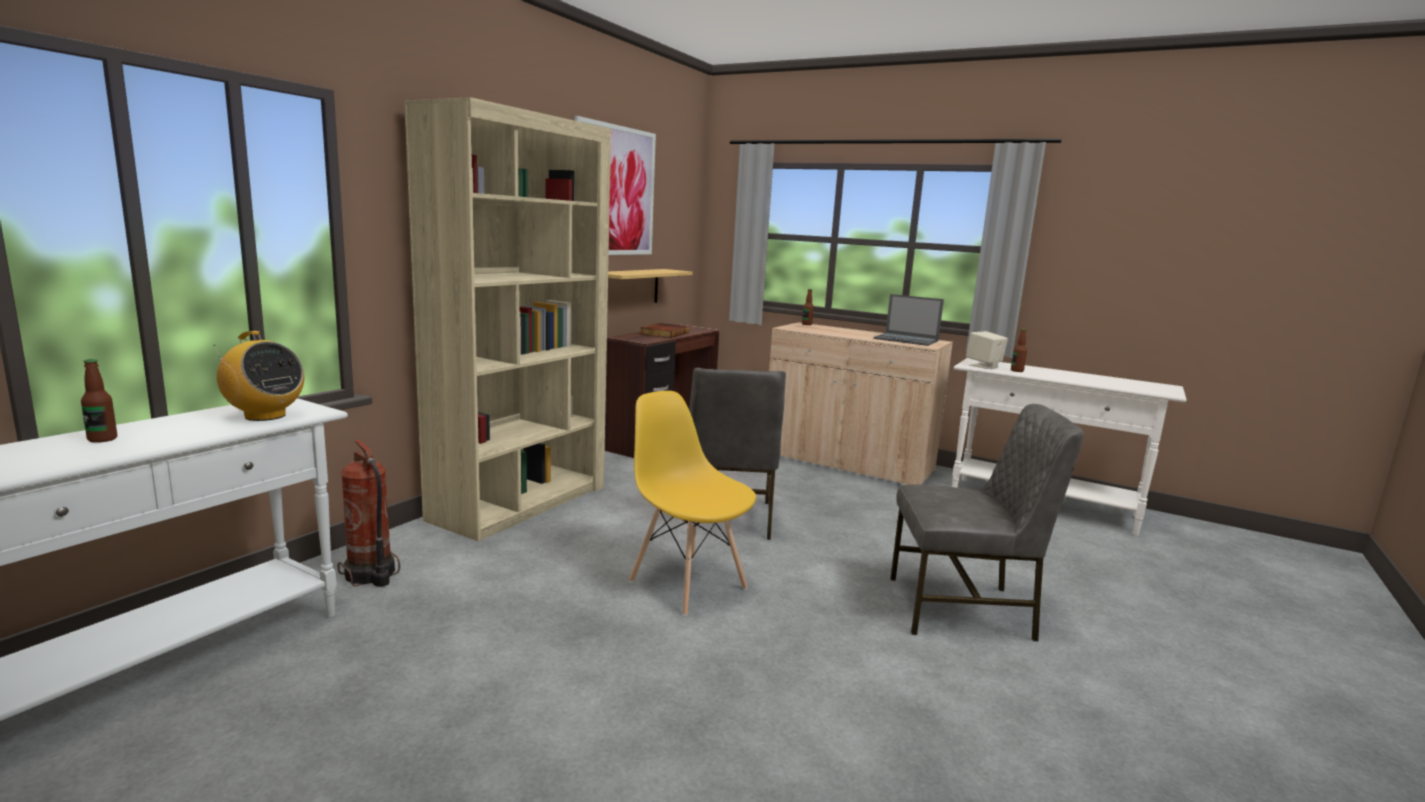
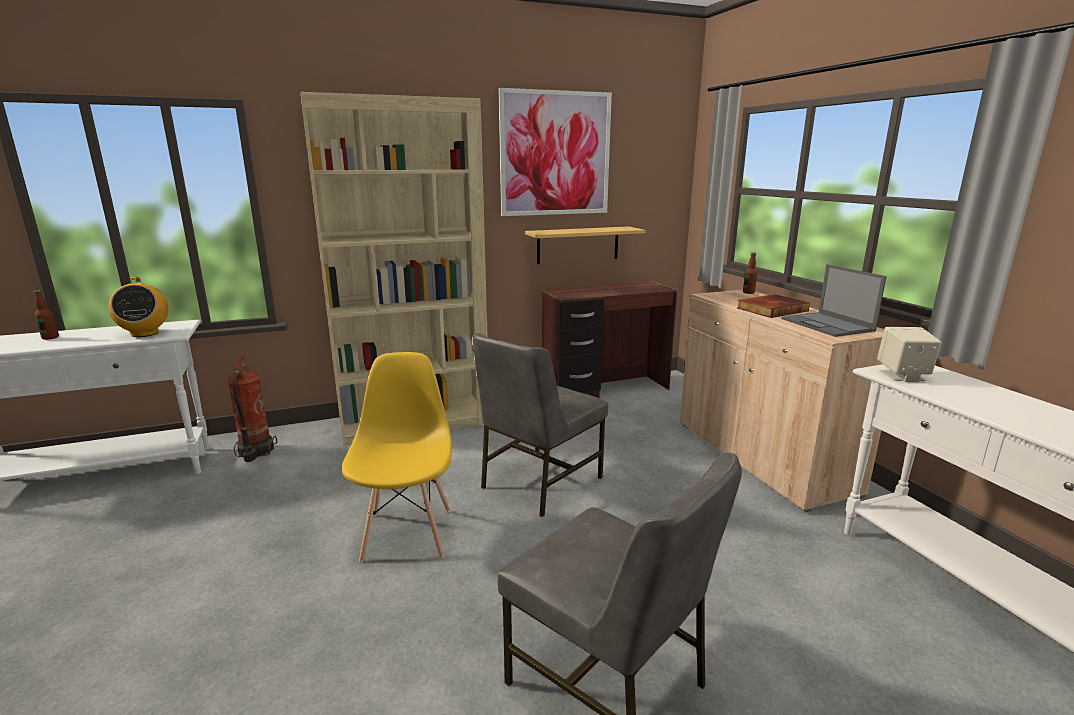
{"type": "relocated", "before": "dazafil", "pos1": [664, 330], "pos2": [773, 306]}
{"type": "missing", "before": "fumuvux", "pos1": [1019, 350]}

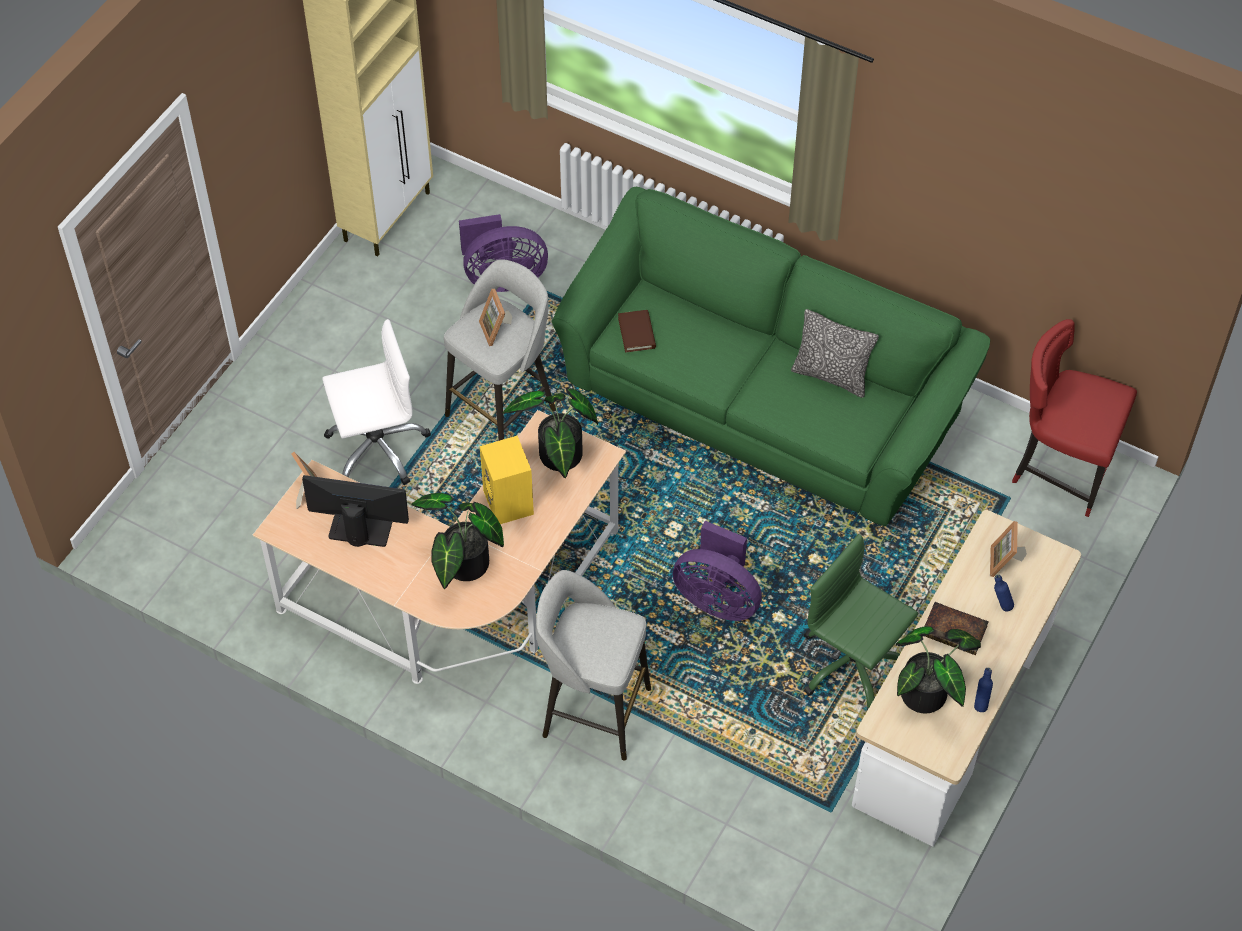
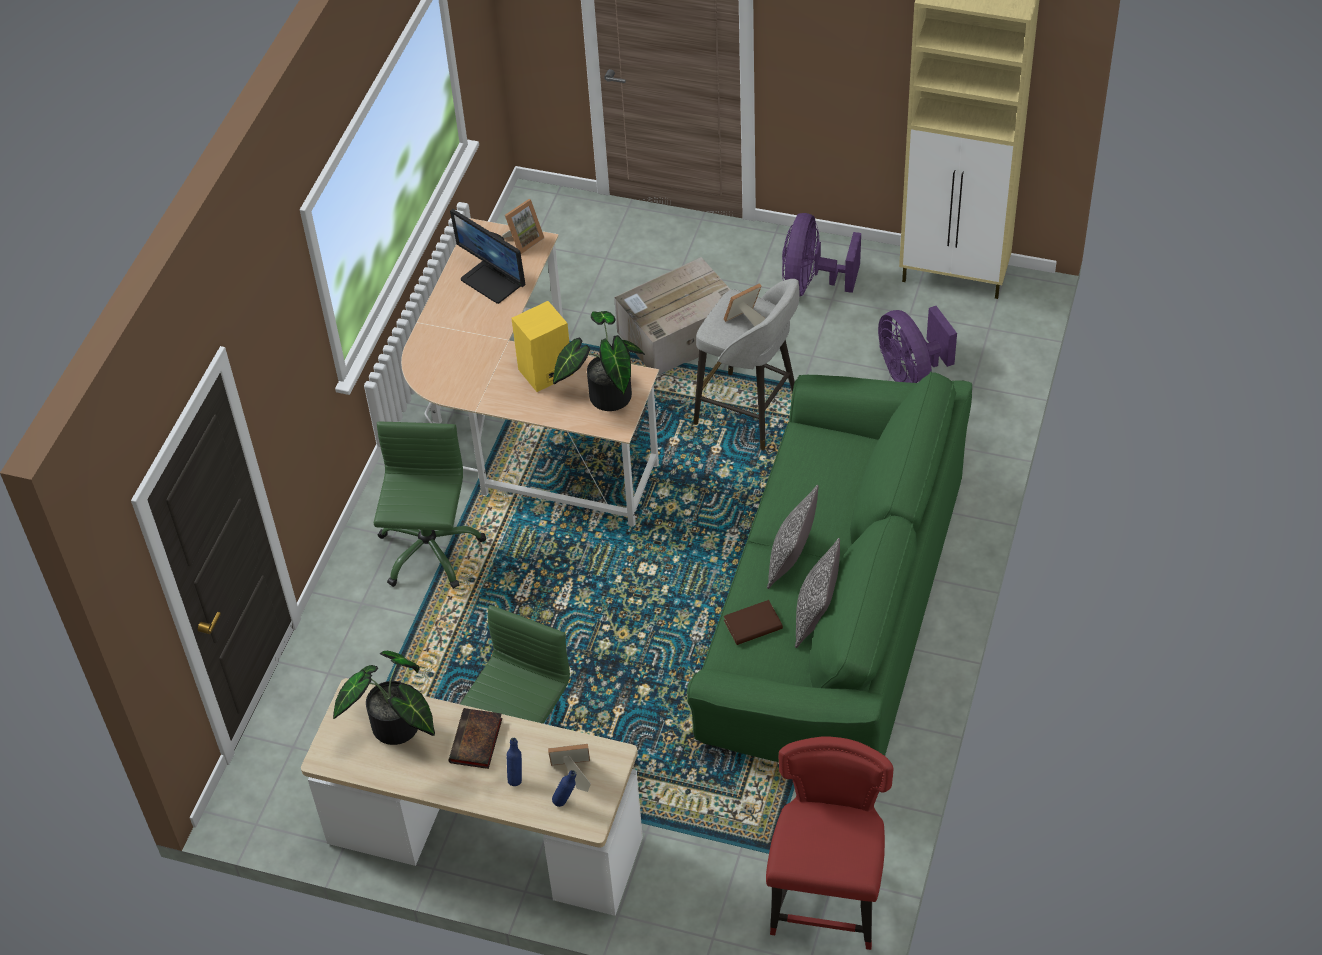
{"type": "relocated", "before": "dazafil (brown)", "pos1": [637, 331], "pos2": [753, 622]}
{"type": "exchanged", "before": "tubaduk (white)", "after": "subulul", "pos1": [376, 402], "pos2": [672, 316]}
{"type": "spun", "before": "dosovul", "pos1": [355, 511], "pos2": [488, 256], "turn": 135}
{"type": "missing", "before": "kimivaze", "pos1": [457, 541]}
{"type": "relocated", "before": "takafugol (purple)", "pos1": [717, 571], "pos2": [821, 254]}
{"type": "exchanged", "before": "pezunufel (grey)", "after": "tubaduk (green)", "pos1": [593, 665], "pos2": [430, 505]}
{"type": "relocated", "before": "fumuvux (blue)", "pos1": [983, 689], "pos2": [564, 788]}
{"type": "appeared", "after": "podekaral", "pos2": [793, 537]}

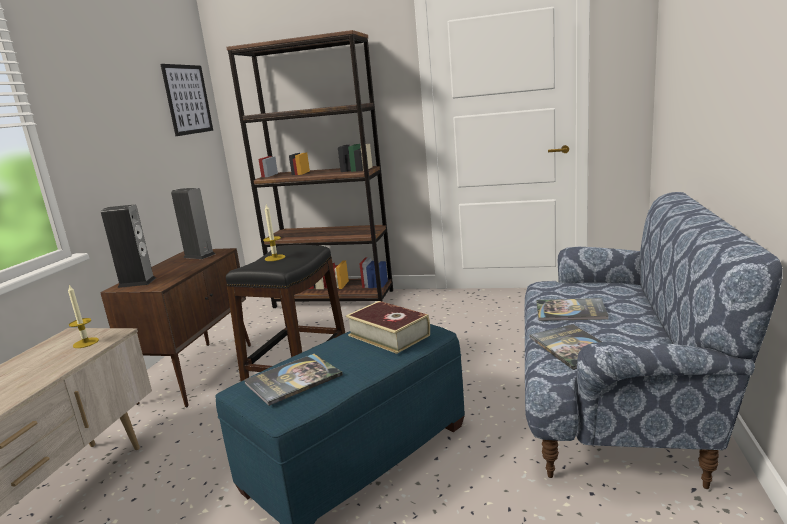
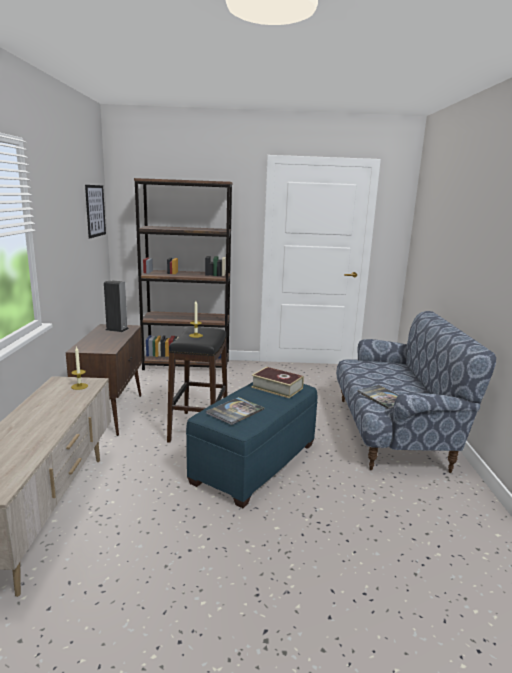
{"type": "missing", "before": "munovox", "pos1": [128, 246]}
{"type": "missing", "before": "dazafil", "pos1": [572, 309]}

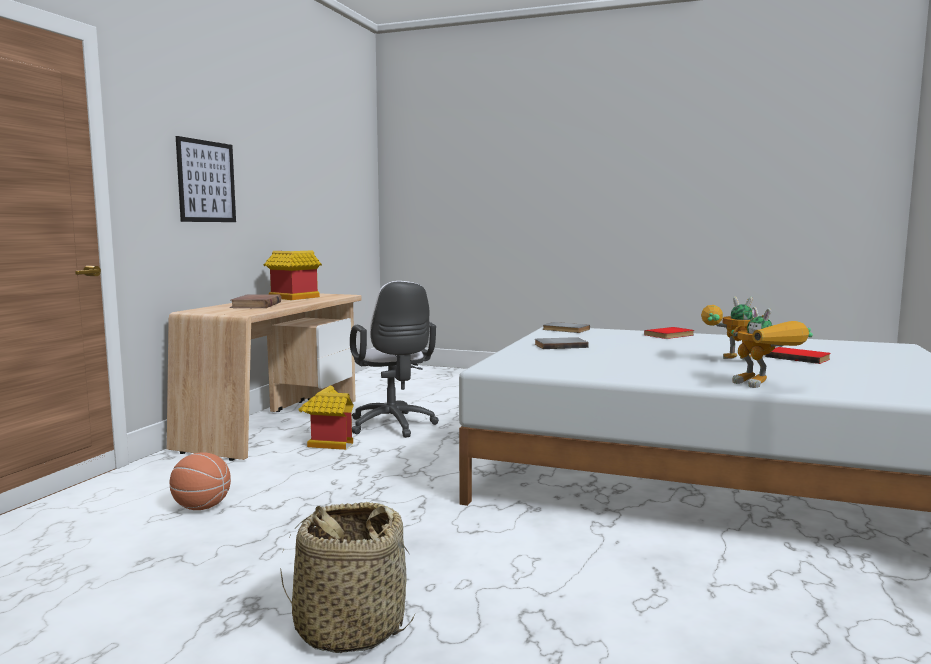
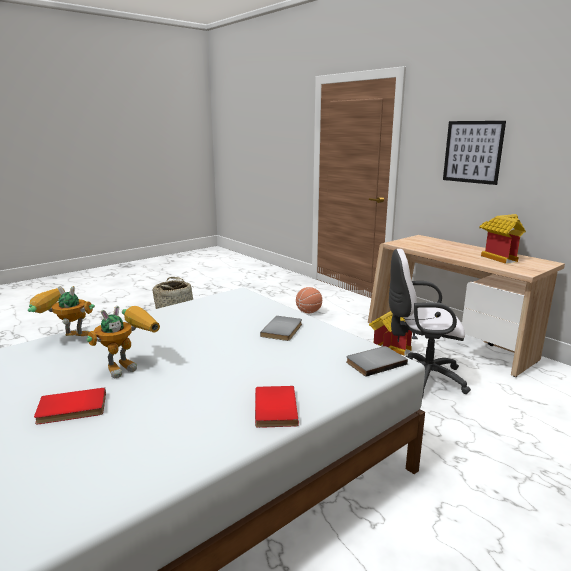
{"type": "missing", "before": "dazafil (brown)", "pos1": [256, 301]}

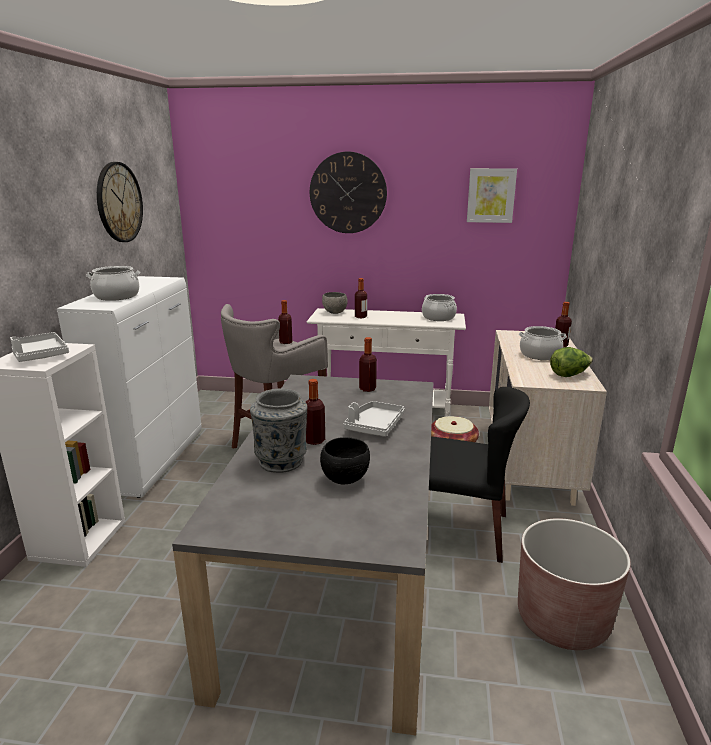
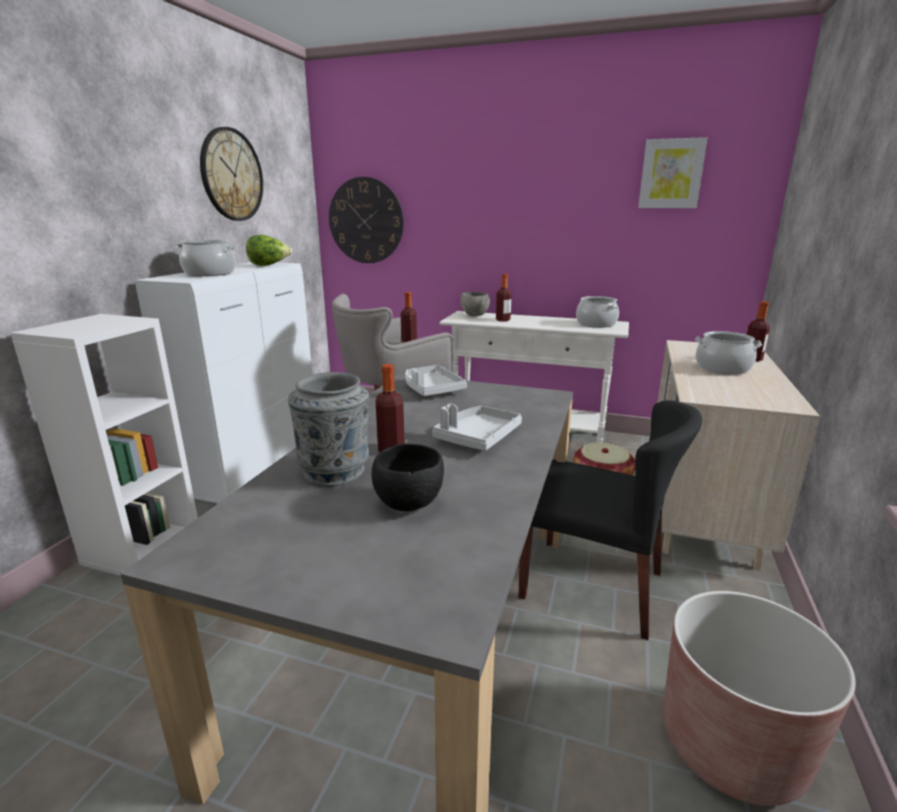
{"type": "relocated", "before": "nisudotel", "pos1": [348, 192], "pos2": [366, 220]}
{"type": "relocated", "before": "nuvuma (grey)", "pos1": [39, 347], "pos2": [436, 380]}
{"type": "missing", "before": "fumuvux", "pos1": [368, 364]}
{"type": "relocated", "before": "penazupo", "pos1": [571, 362], "pos2": [269, 250]}

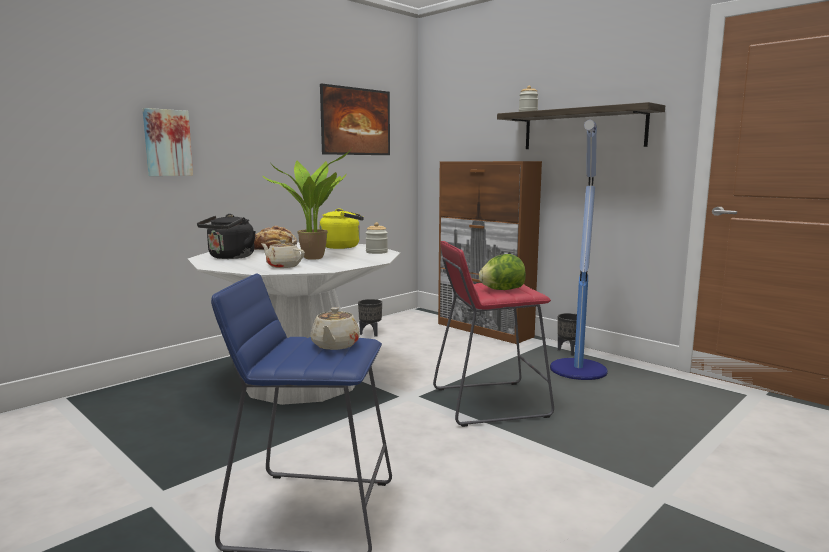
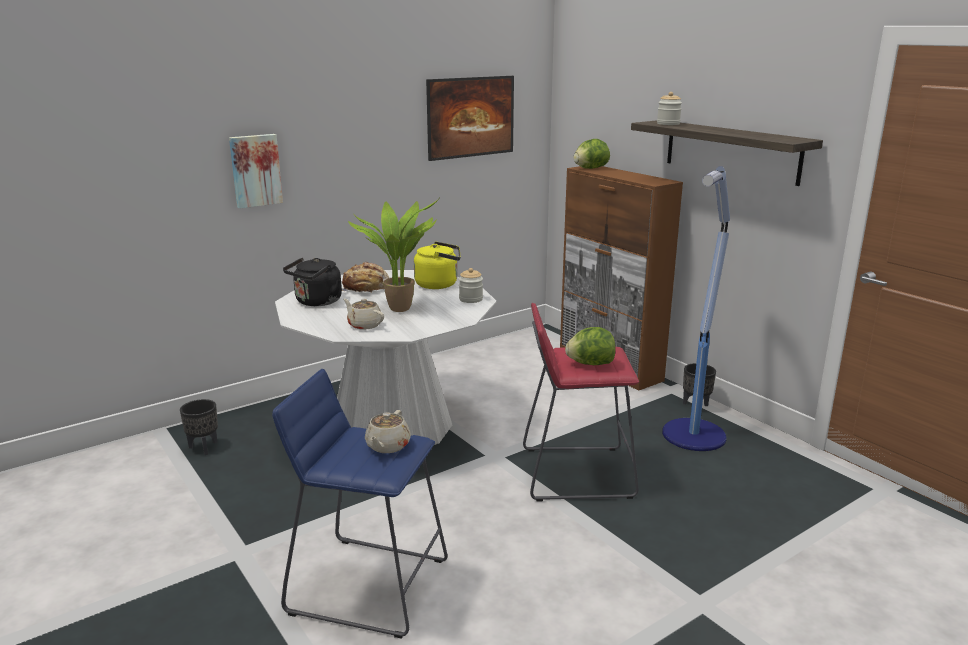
{"type": "relocated", "before": "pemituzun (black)", "pos1": [370, 318], "pos2": [199, 427]}
{"type": "appeared", "after": "penazupo", "pos2": [591, 154]}

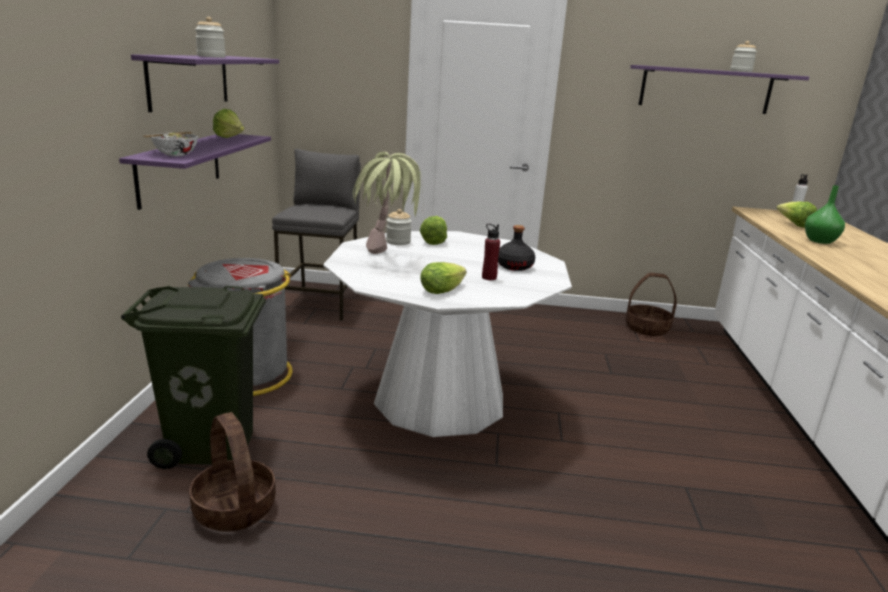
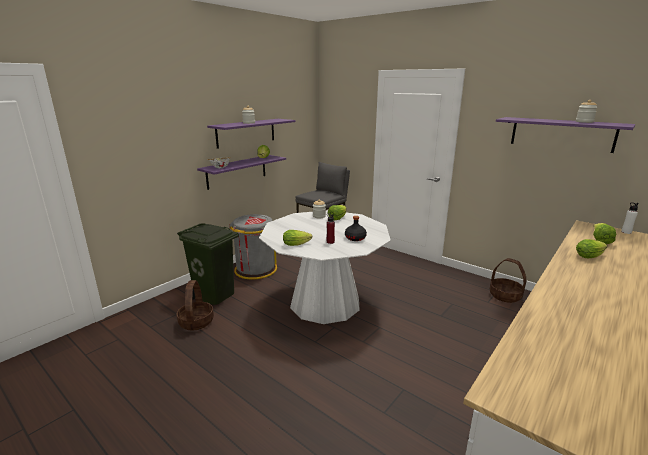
{"type": "missing", "before": "kimivaze", "pos1": [388, 203]}
{"type": "exchanged", "before": "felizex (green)", "after": "penazupo", "pos1": [825, 214], "pos2": [591, 248]}

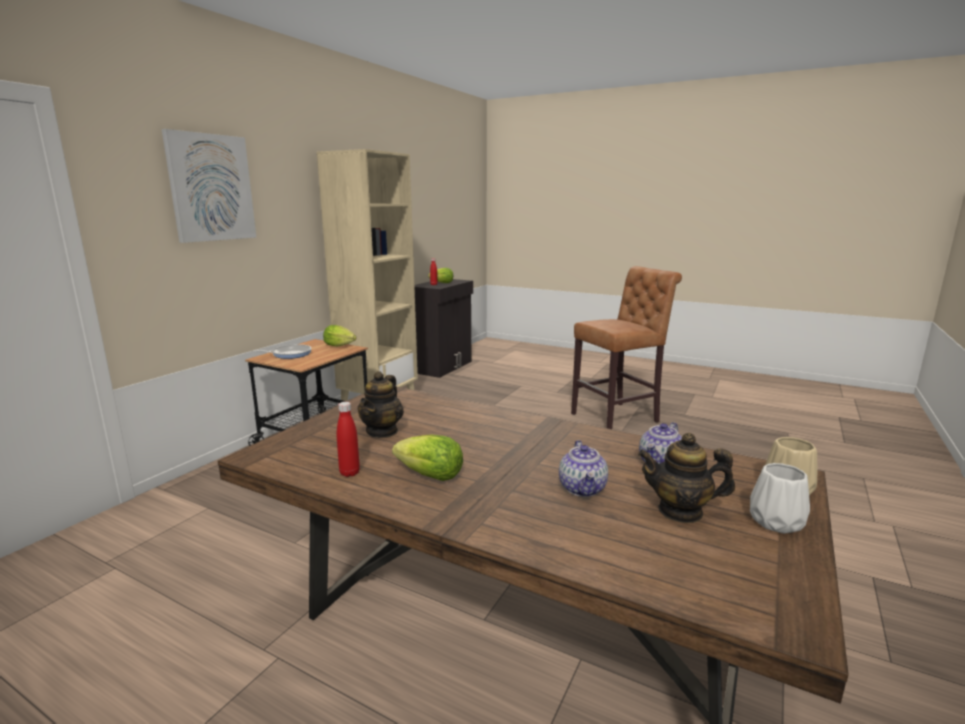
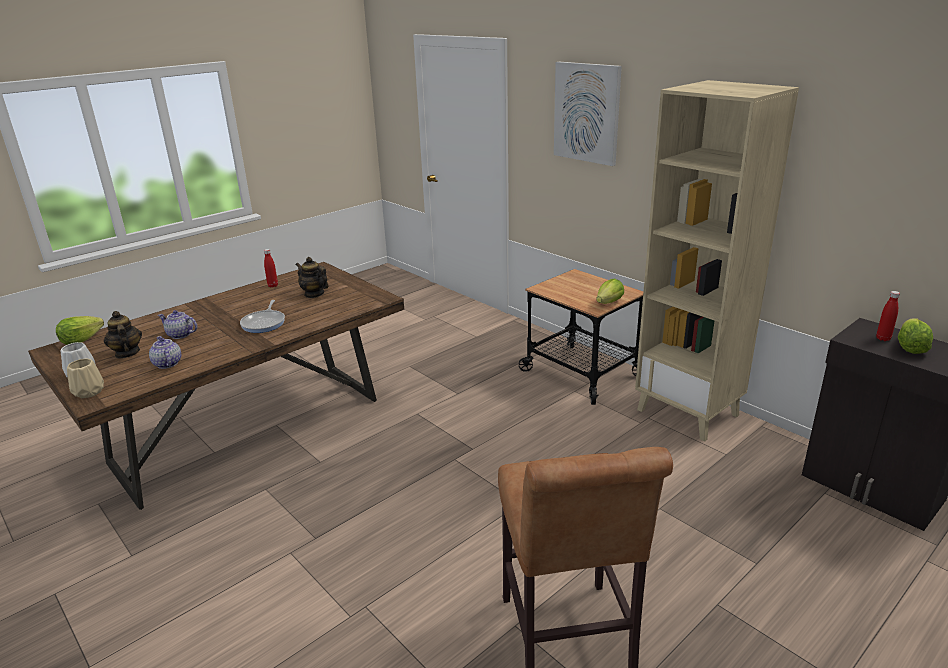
{"type": "relocated", "before": "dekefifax", "pos1": [281, 351], "pos2": [262, 316]}
{"type": "spun", "before": "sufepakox", "pos1": [686, 478], "pos2": [123, 335], "turn": -60}
{"type": "relocated", "before": "penazupo", "pos1": [427, 458], "pos2": [80, 330]}

